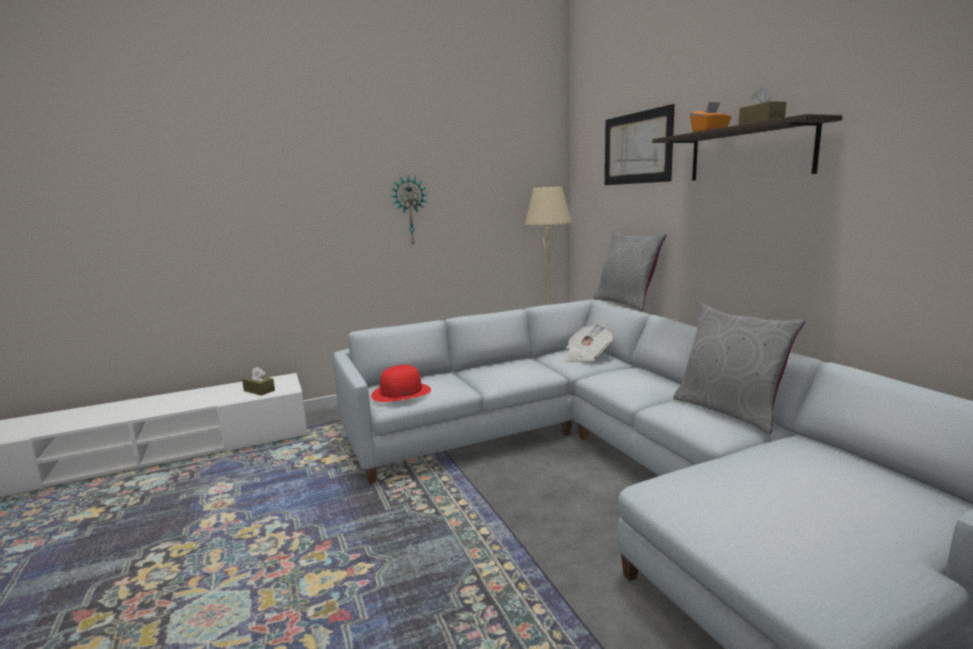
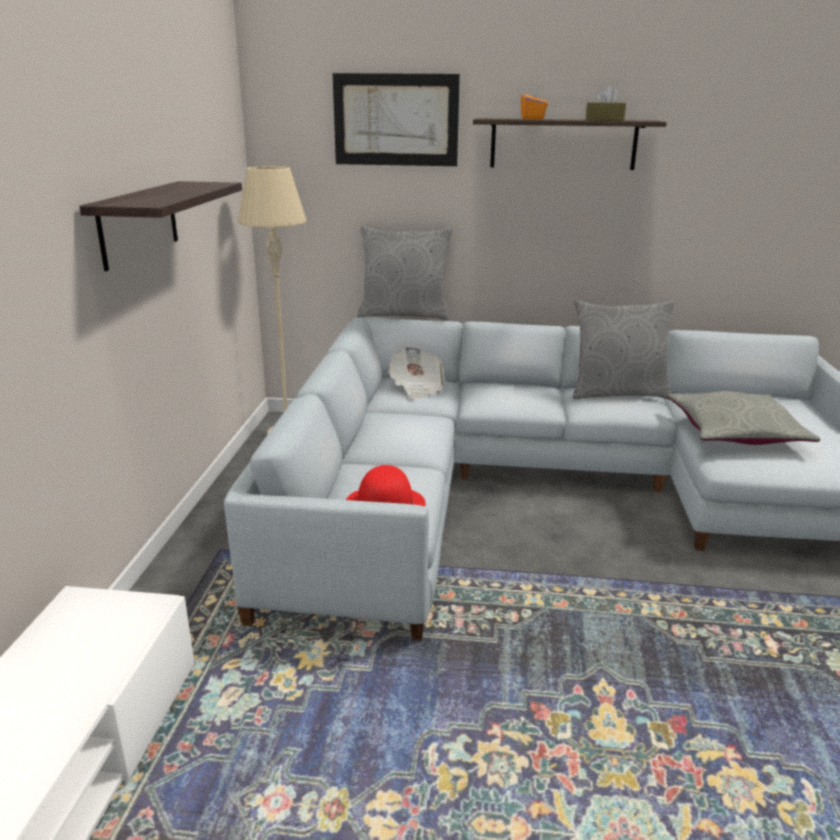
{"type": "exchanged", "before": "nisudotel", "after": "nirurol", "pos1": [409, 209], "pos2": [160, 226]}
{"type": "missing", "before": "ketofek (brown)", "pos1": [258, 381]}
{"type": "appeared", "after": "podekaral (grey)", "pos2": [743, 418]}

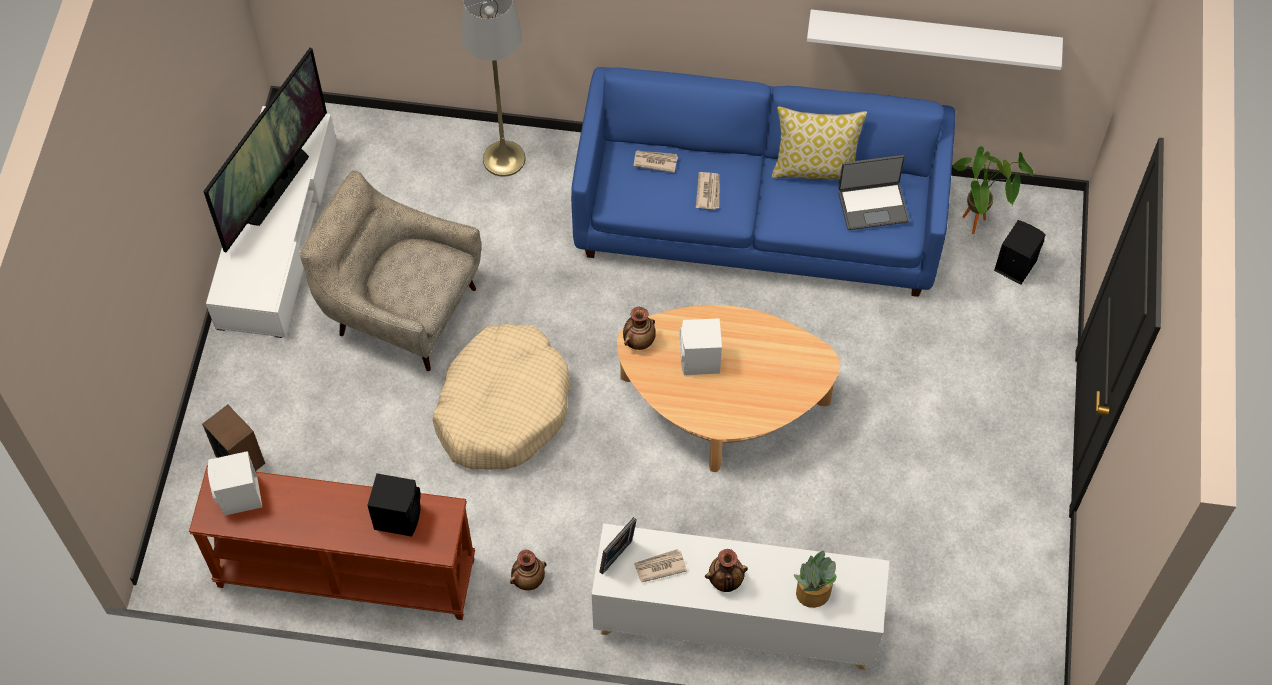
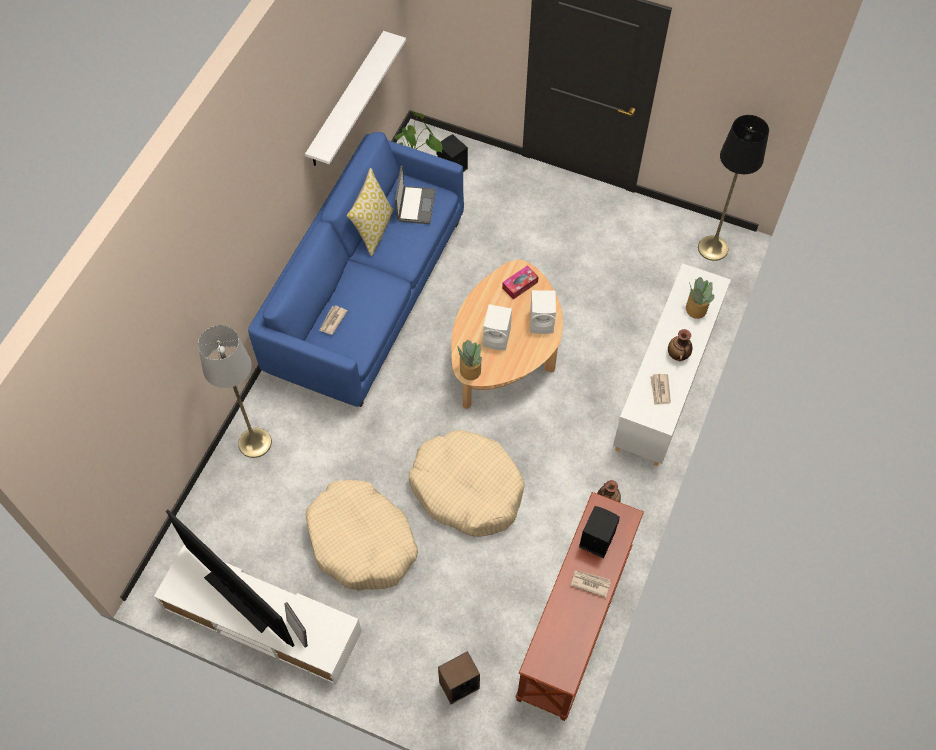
{"type": "exchanged", "before": "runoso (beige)", "after": "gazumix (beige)", "pos1": [390, 270], "pos2": [362, 535]}
{"type": "relocated", "before": "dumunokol", "pos1": [707, 191], "pos2": [591, 584]}
{"type": "exchanged", "before": "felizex", "after": "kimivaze", "pos1": [639, 328], "pos2": [469, 360]}
{"type": "relocated", "before": "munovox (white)", "pos1": [235, 483], "pos2": [543, 312]}
{"type": "relocated", "before": "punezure", "pos1": [618, 546], "pos2": [296, 625]}
{"type": "appeared", "after": "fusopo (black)", "pos2": [733, 188]}
{"type": "appeared", "after": "ketofek", "pos2": [520, 282]}

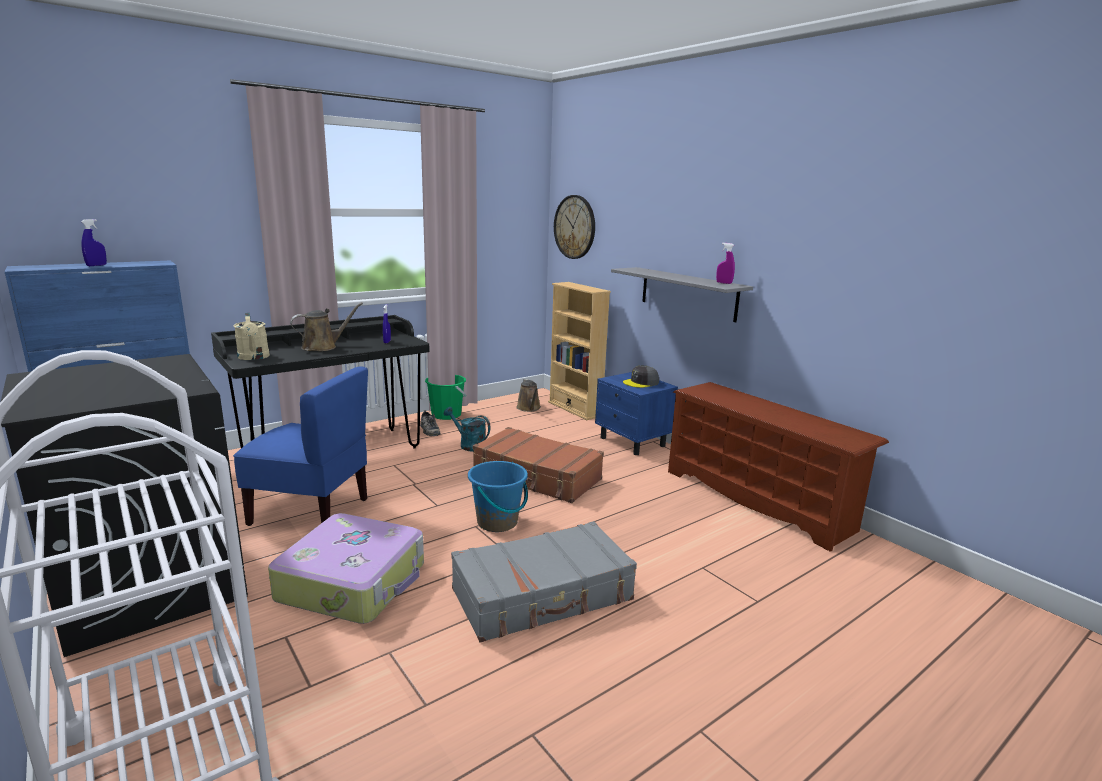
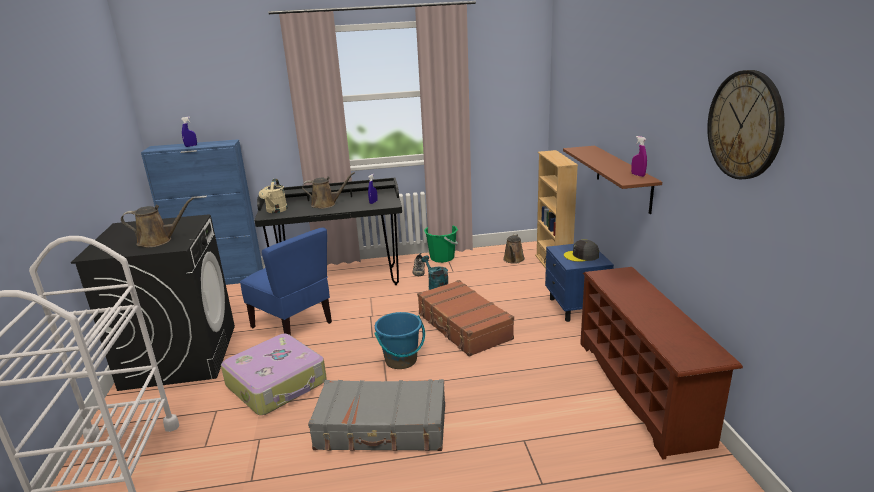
{"type": "relocated", "before": "nisudotel", "pos1": [574, 227], "pos2": [745, 124]}
{"type": "colour", "before": "nirurol (grey)", "after": "nirurol (brown)", "pos1": [682, 294], "pos2": [612, 180]}
{"type": "appeared", "after": "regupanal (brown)", "pos2": [157, 222]}

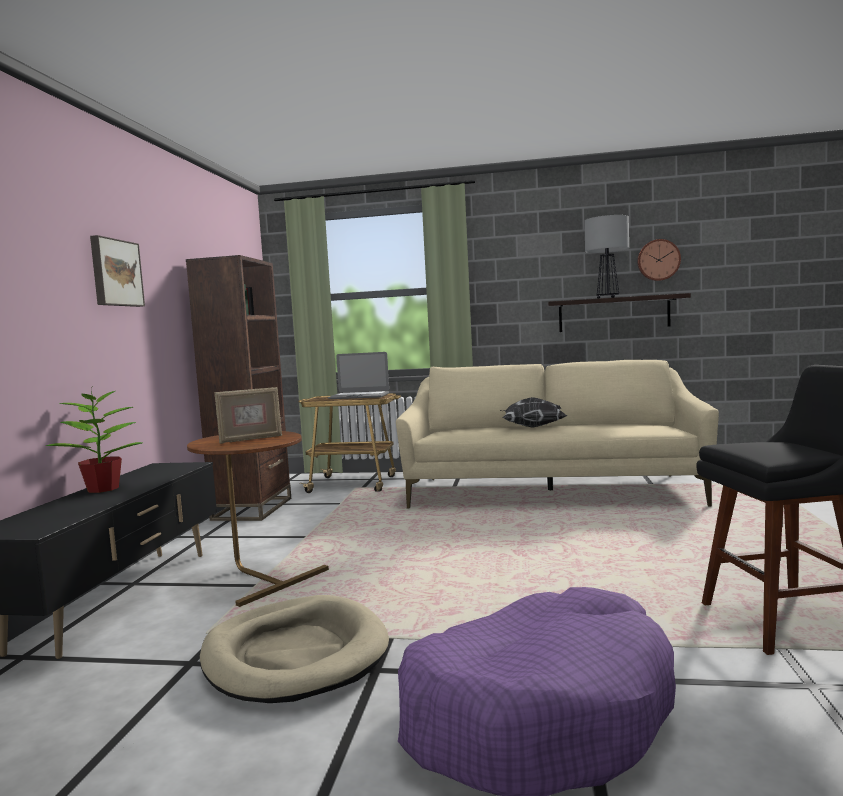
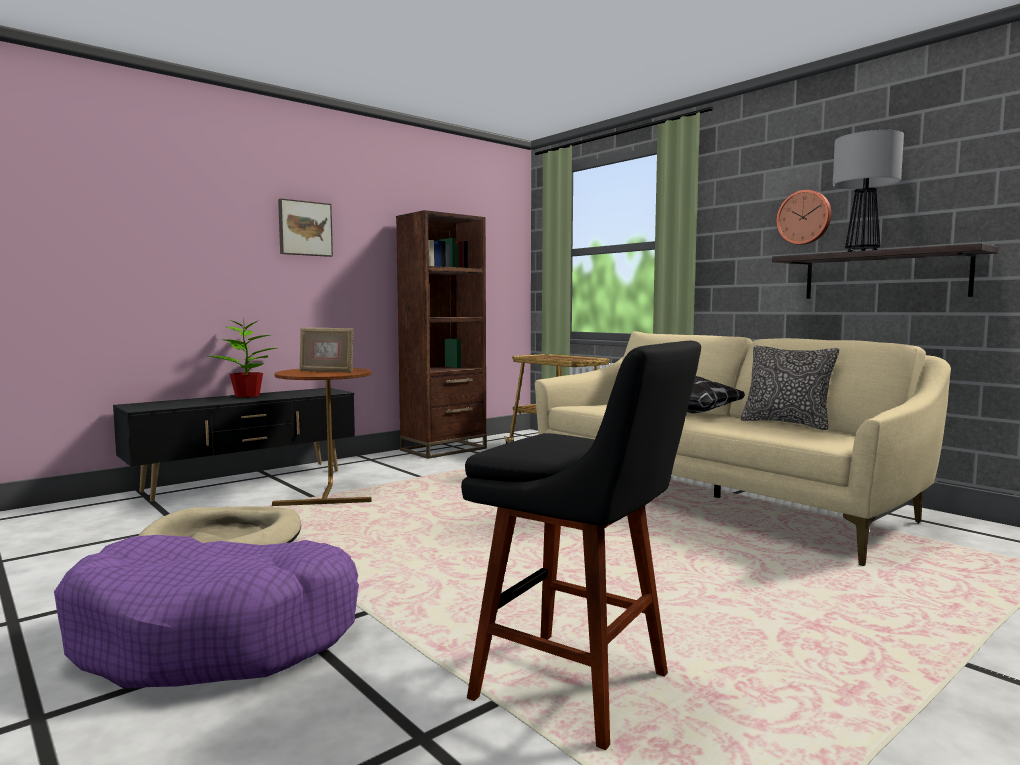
{"type": "relocated", "before": "nisudotel", "pos1": [659, 260], "pos2": [804, 217]}
{"type": "missing", "before": "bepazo", "pos1": [358, 375]}
{"type": "appeared", "after": "podekaral", "pos2": [790, 387]}

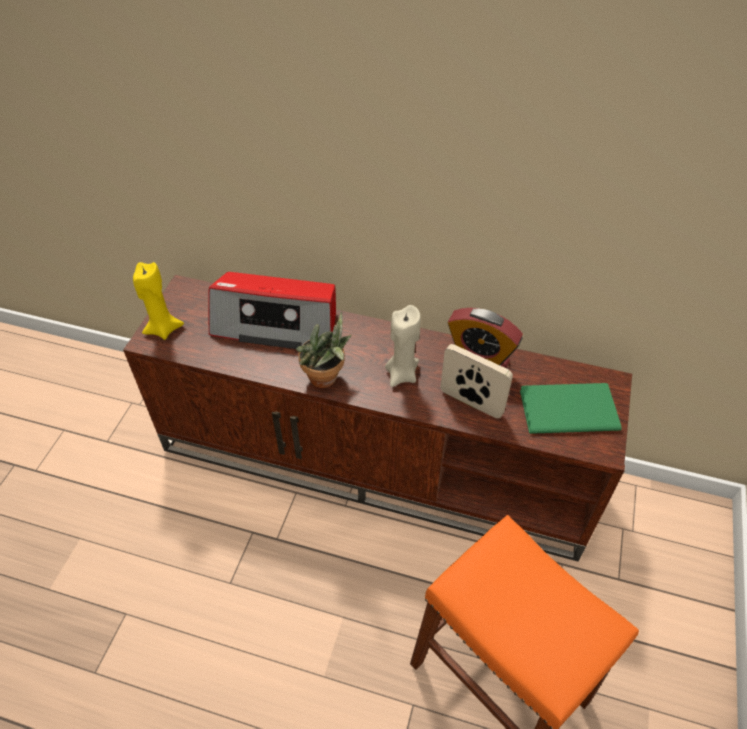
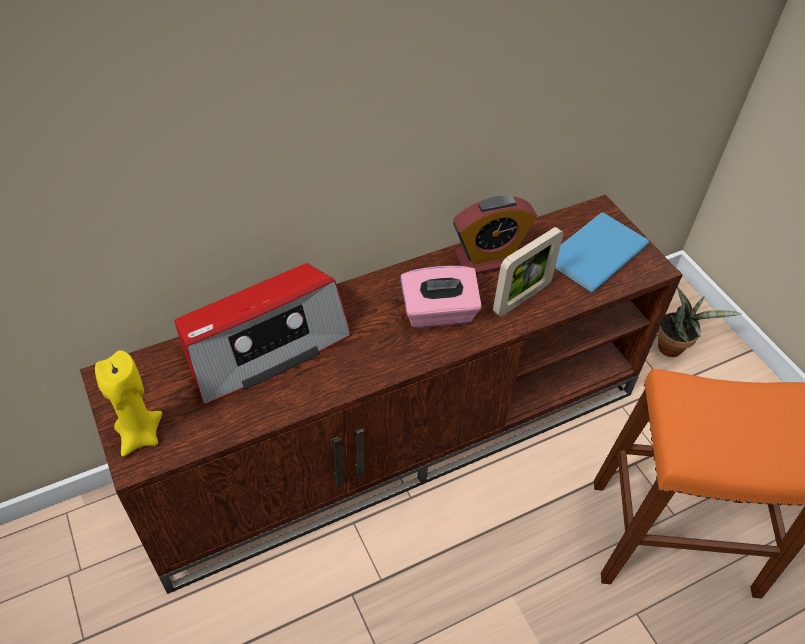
{"type": "exchanged", "before": "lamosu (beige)", "after": "ketofek (pink)", "pos1": [403, 346], "pos2": [441, 297]}
{"type": "relocated", "before": "kimivaze", "pos1": [324, 349], "pos2": [699, 322]}
{"type": "spun", "before": "punezure", "pos1": [476, 381], "pos2": [528, 272], "turn": 150}
{"type": "colour", "before": "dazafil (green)", "after": "dazafil (blue)", "pos1": [570, 408], "pos2": [602, 252]}

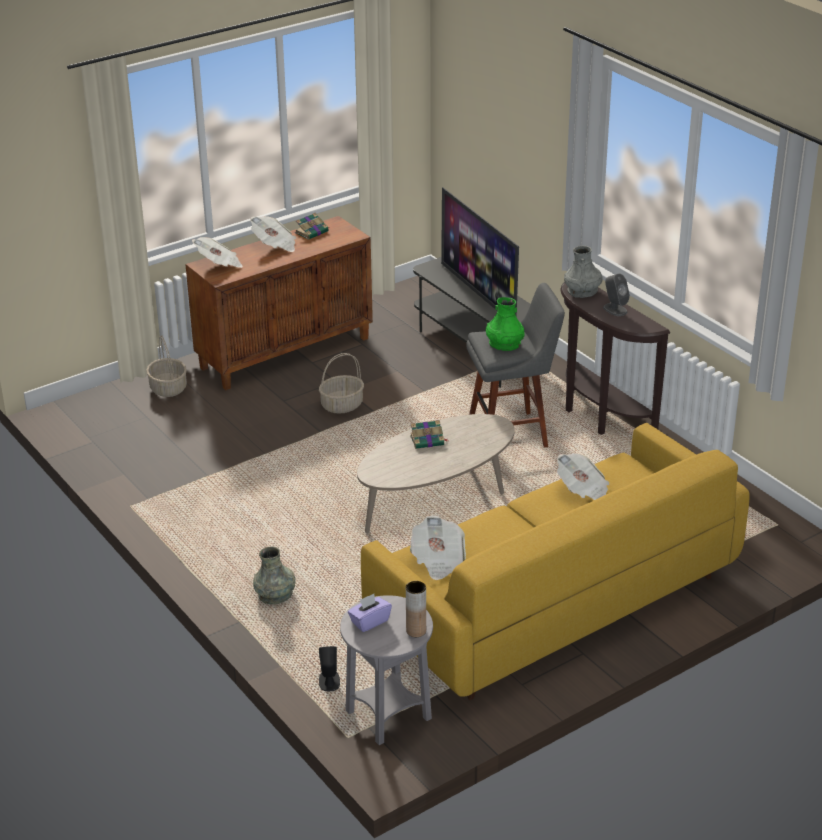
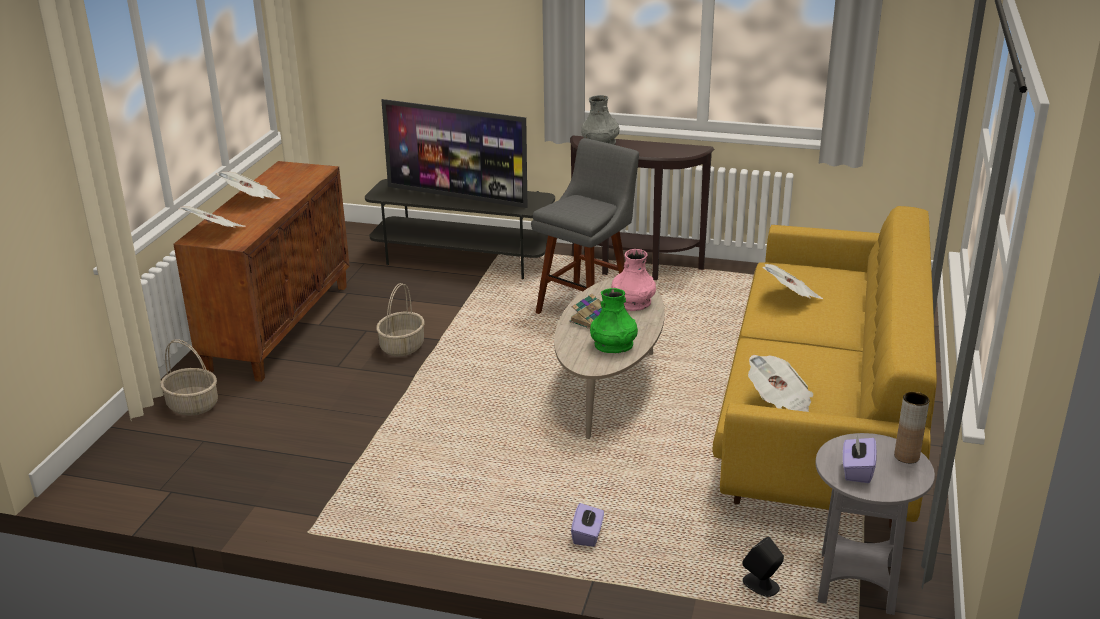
{"type": "missing", "before": "dazafil", "pos1": [312, 226]}
{"type": "missing", "before": "munovox (grey)", "pos1": [616, 295]}
{"type": "relocated", "before": "felizex (green)", "pos1": [505, 324], "pos2": [614, 320]}
{"type": "exchanged", "before": "felizex (grey)", "after": "ketofek (purple)", "pos1": [274, 575], "pos2": [587, 525]}
{"type": "appeared", "after": "felizex (pink)", "pos2": [633, 280]}

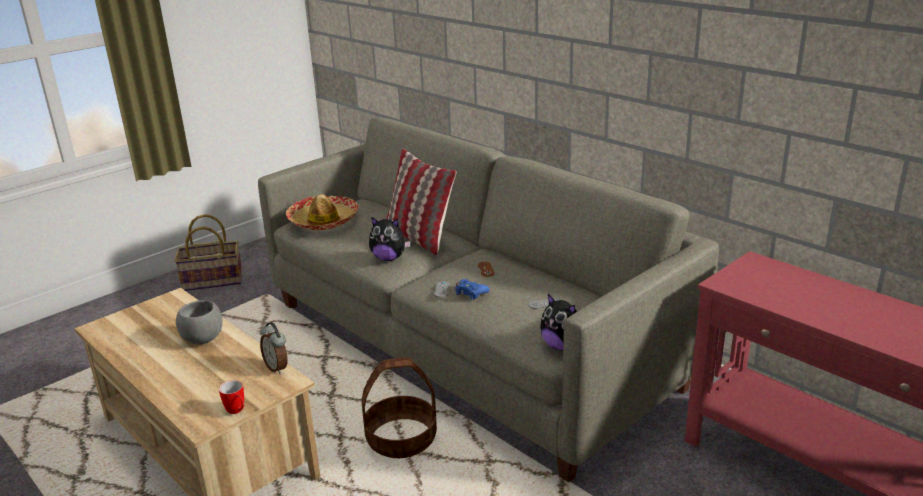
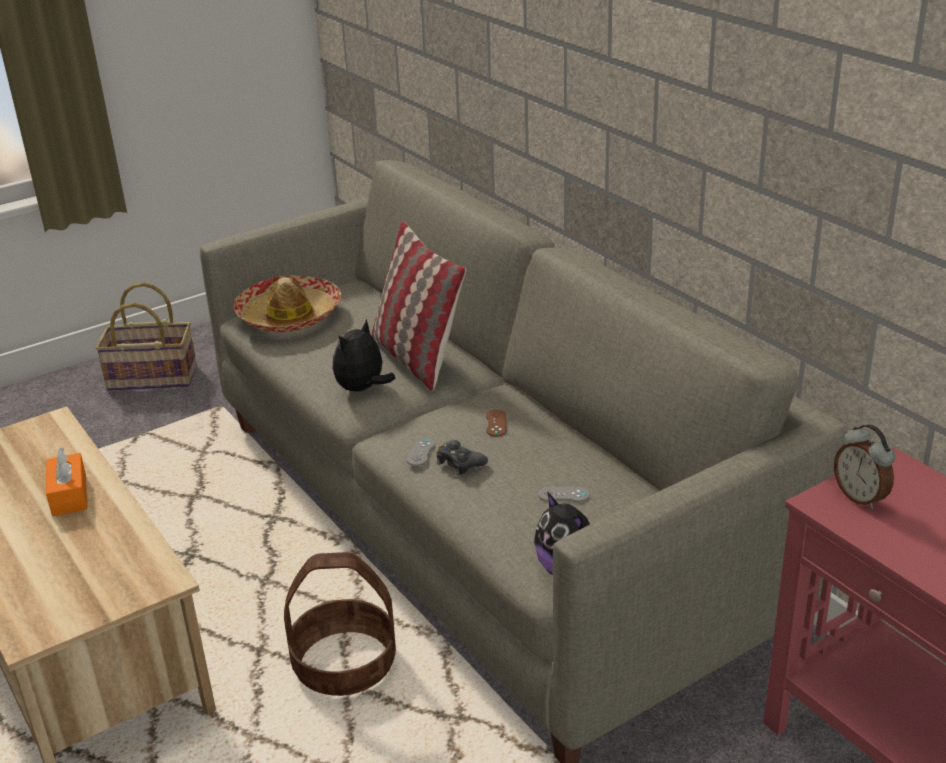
{"type": "spun", "before": "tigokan", "pos1": [390, 239], "pos2": [364, 355], "turn": 105}
{"type": "colour", "before": "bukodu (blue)", "after": "bukodu (black)", "pos1": [472, 289], "pos2": [462, 457]}
{"type": "exchanged", "before": "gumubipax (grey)", "after": "ketofek (orange)", "pos1": [199, 322], "pos2": [67, 482]}
{"type": "relocated", "before": "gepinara", "pos1": [274, 348], "pos2": [864, 466]}
{"type": "missing", "before": "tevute", "pos1": [231, 397]}

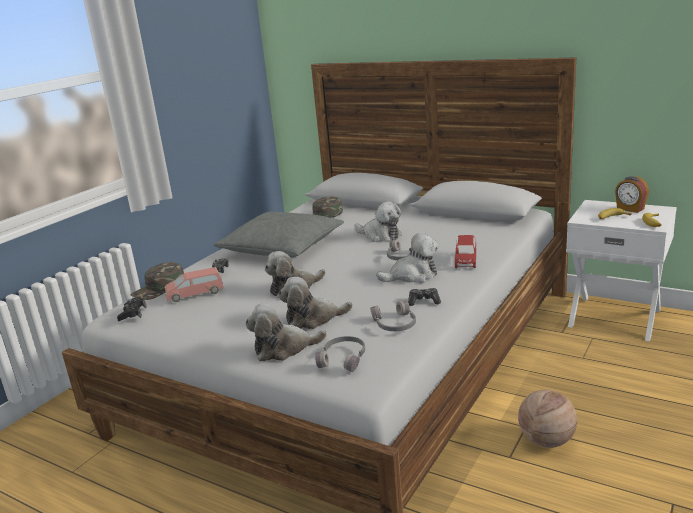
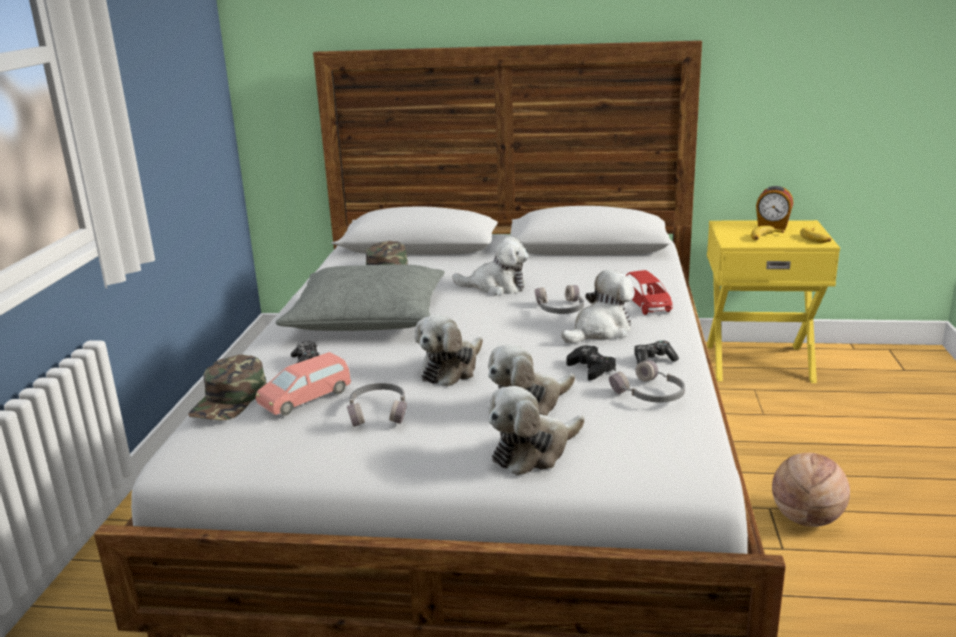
{"type": "colour", "before": "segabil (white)", "after": "segabil (yellow)", "pos1": [621, 270], "pos2": [773, 301]}
{"type": "relocated", "before": "bukodu (black)", "pos1": [132, 309], "pos2": [591, 362]}
{"type": "relocated", "before": "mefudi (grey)", "pos1": [340, 354], "pos2": [377, 405]}

